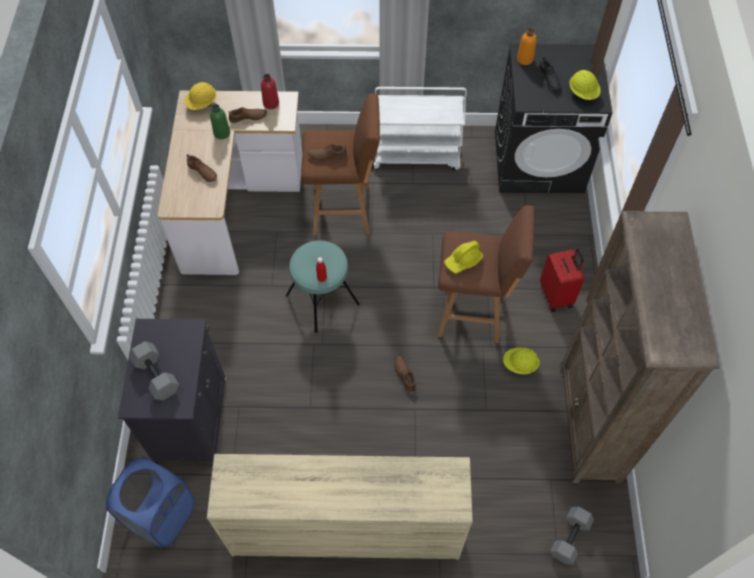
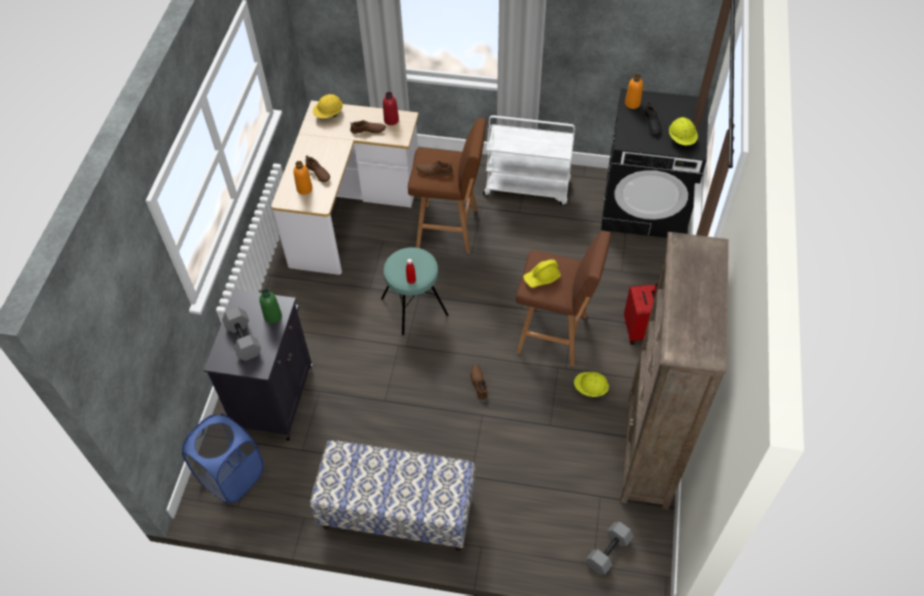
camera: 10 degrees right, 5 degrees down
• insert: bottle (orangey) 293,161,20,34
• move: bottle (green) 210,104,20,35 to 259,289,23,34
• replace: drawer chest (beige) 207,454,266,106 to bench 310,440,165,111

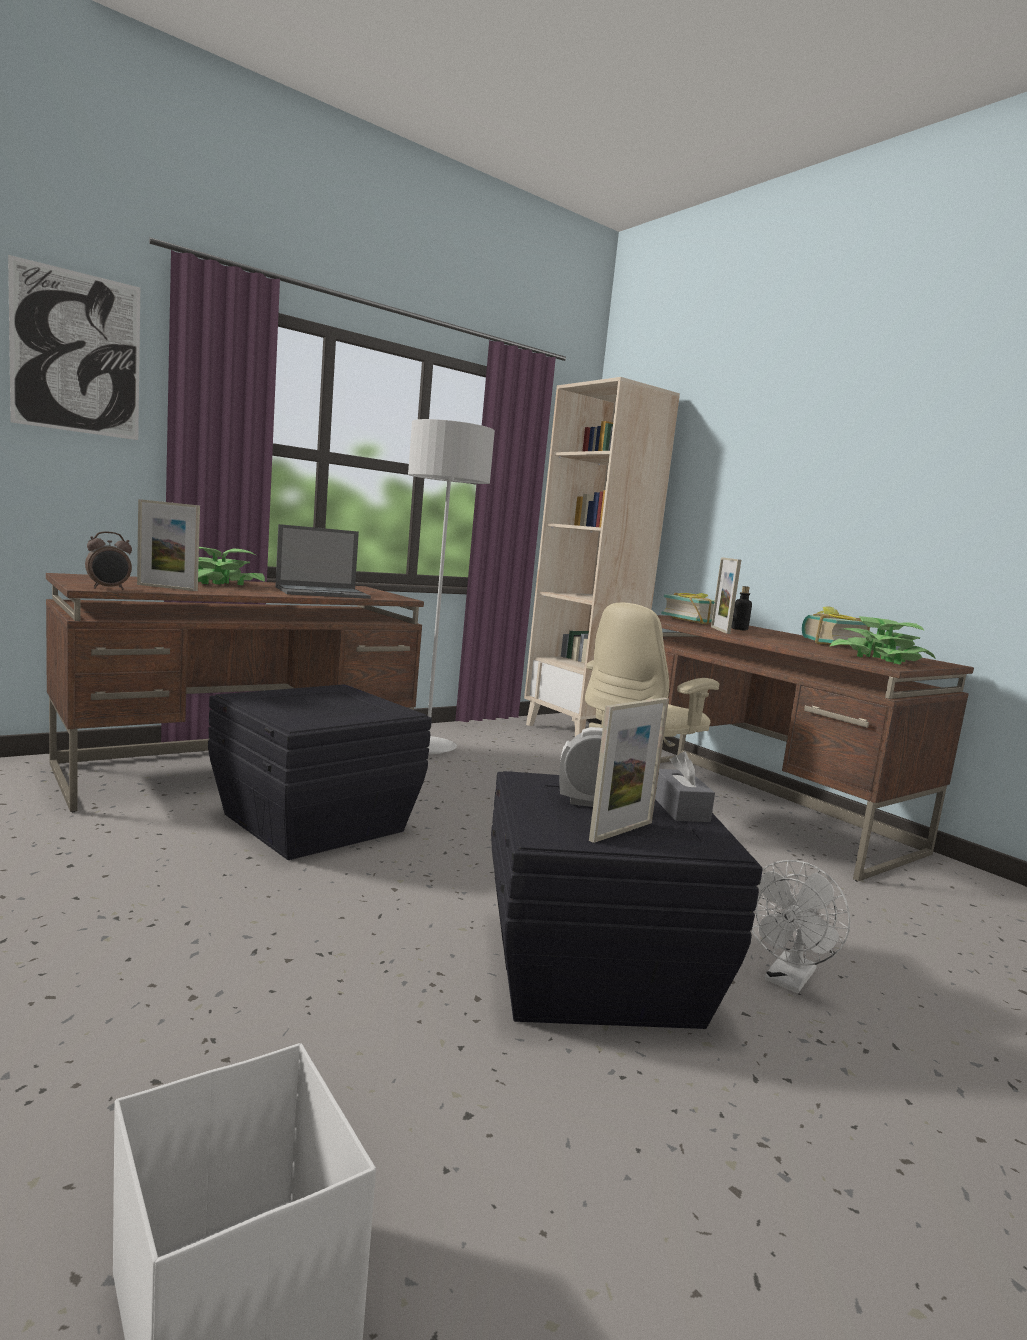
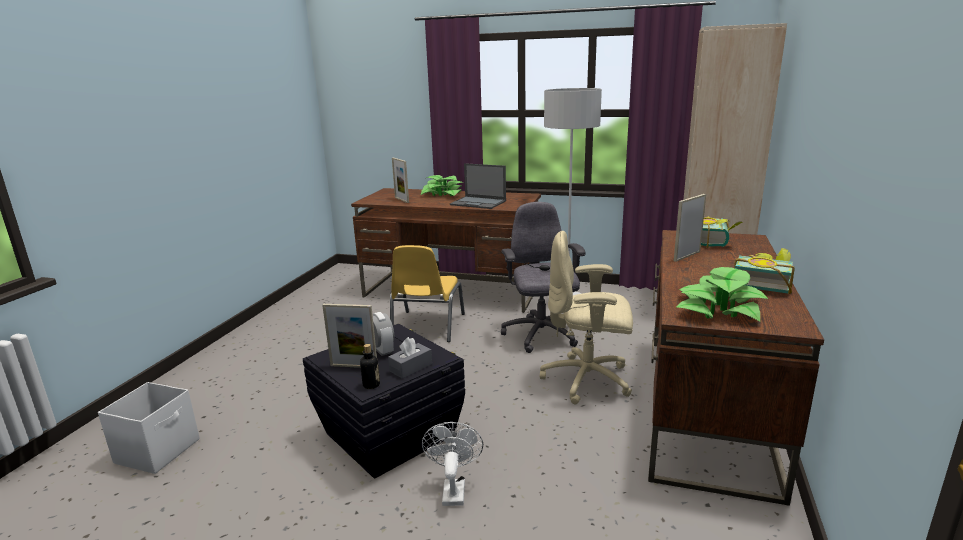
camera: 55 degrees right, 10 degrees up
• delete: wall art 8,255,132,185
• delete: bedside clock 85,531,47,59
• insert: computer chair (gray) 501,202,84,151
• move: bottle 731,586,21,45 to 360,344,20,45
• replace: storage container (black-coloured) 208,684,224,176 to upright chair (yellowish) 390,245,75,97
• rotate: cooling fan (white-coloured) 751,860,100,133 = 422,422,61,84 90 degrees clockwise

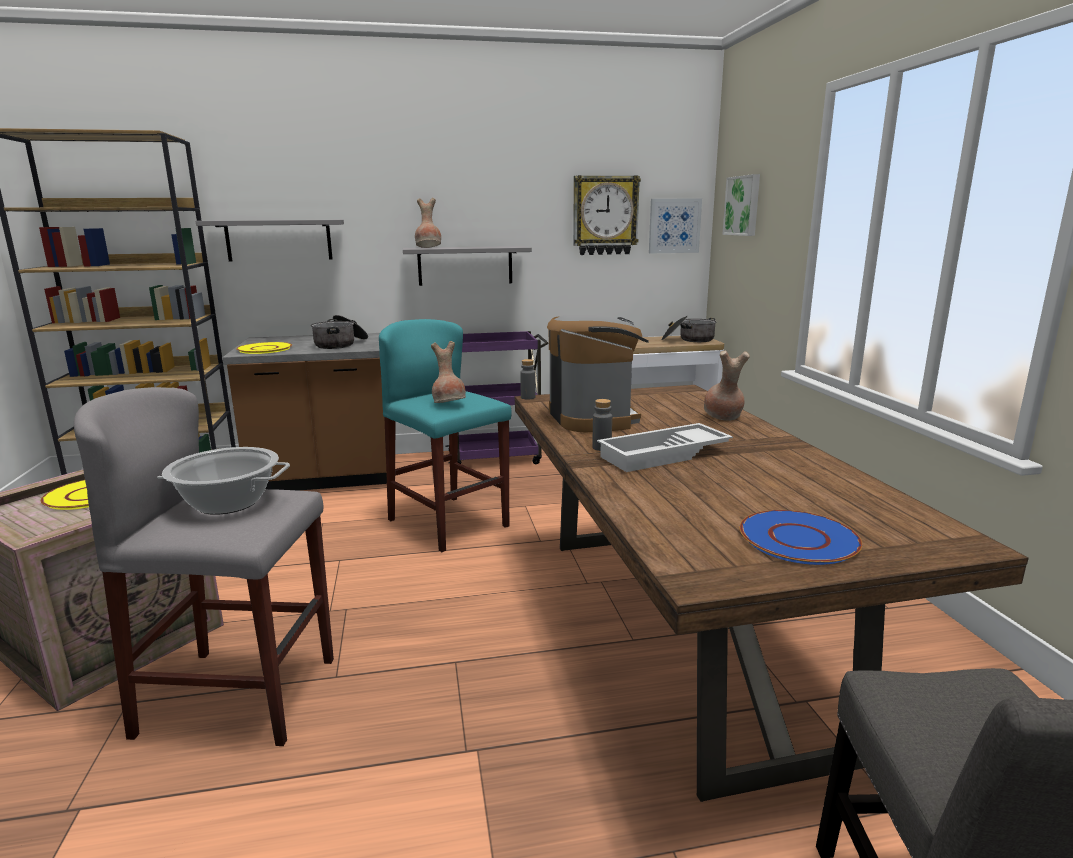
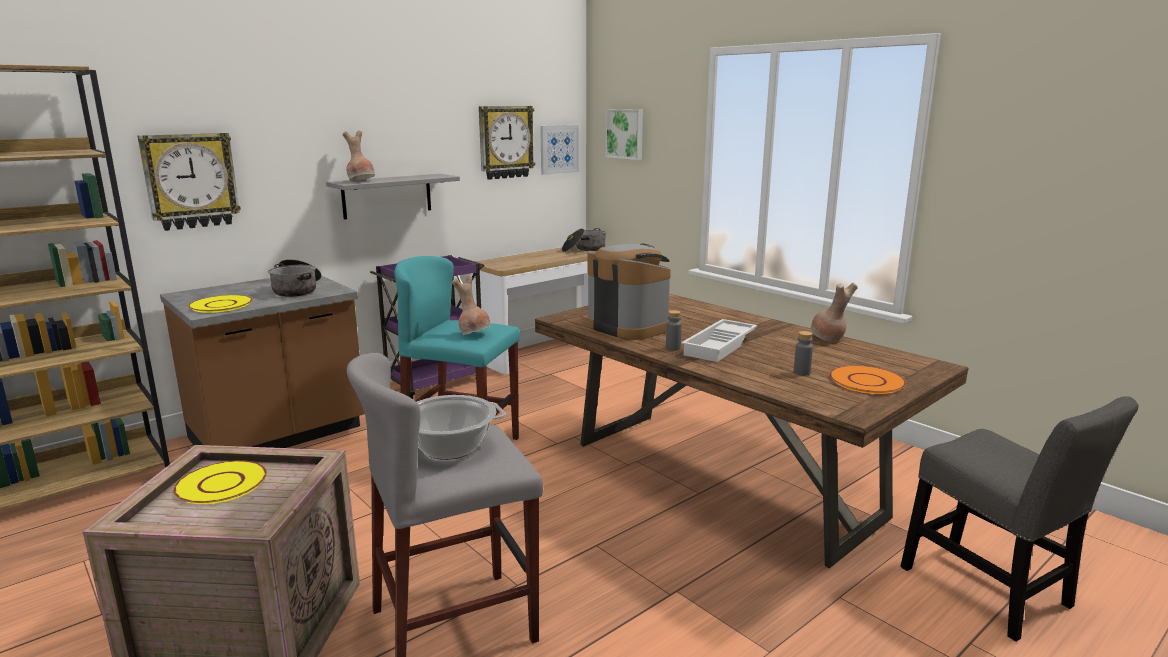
camera: 30 degrees left, 0 degrees up
• move: bottle (gray) 520,359,16,41 to 794,331,19,45
• move: decorative vase (brownish) 704,350,46,71 to 810,282,48,60
• replace: bracket shelf (gray) 195,220,149,41 to hanging clock 138,133,103,98
• recolor: flat dish (bluish) 739,510,123,55 to flat dish (orangey) 829,365,77,29

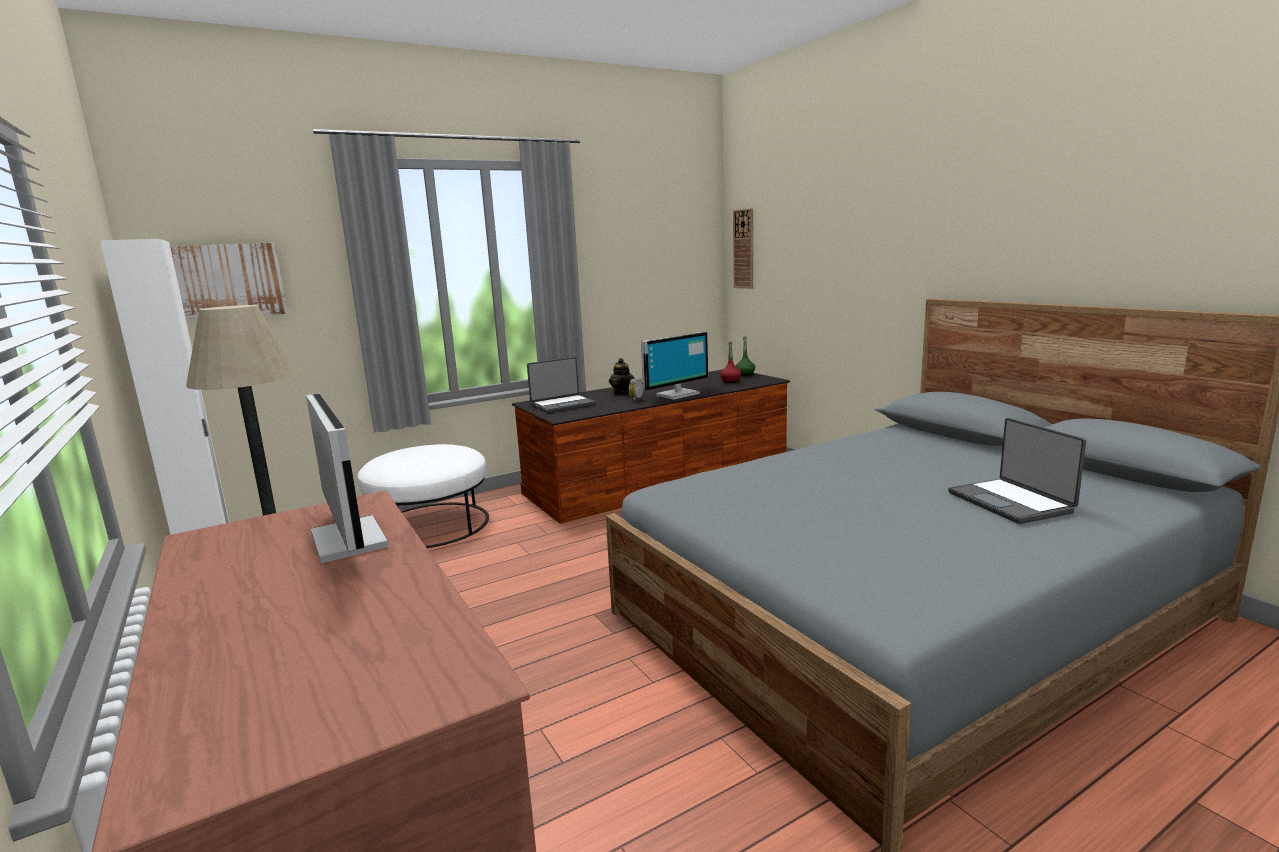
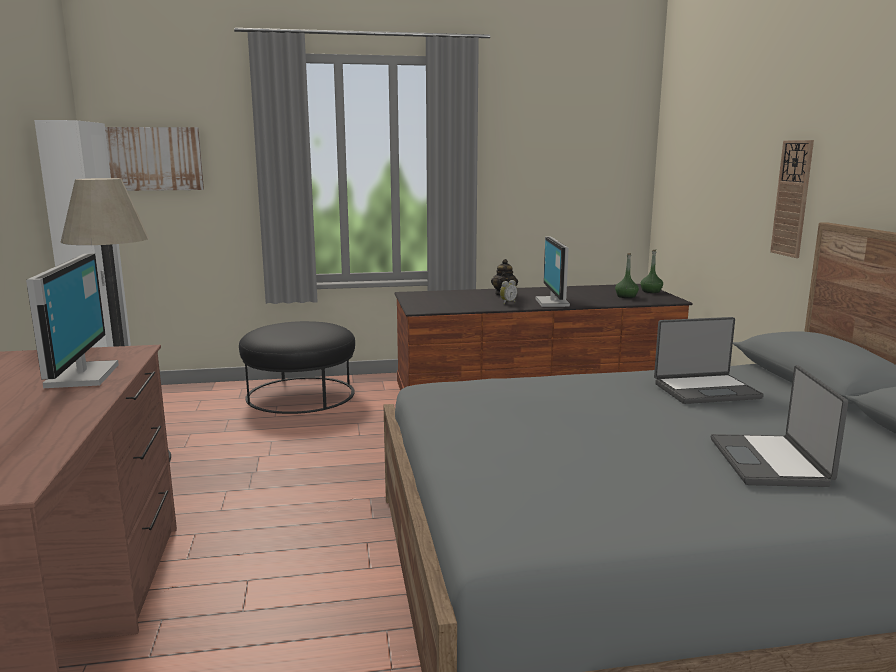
camera: 20 degrees right, 0 degrees up
• move: notebook computer 527,357,69,56 to 654,317,110,87
• move: hanging clock 733,208,20,81 to 770,140,44,118
• recolor: footrest (white-coloured) 357,444,132,104 to footrest (black-coloured) 239,321,116,93
• recolor: bottle (reddish) 720,341,21,42 to bottle (green) 615,253,24,45
• rotate: computer display 641,332,67,68 = 536,237,34,70 105 degrees clockwise

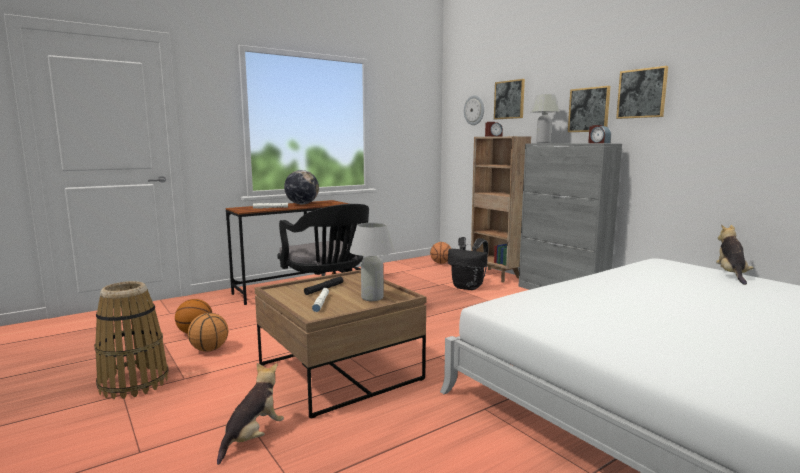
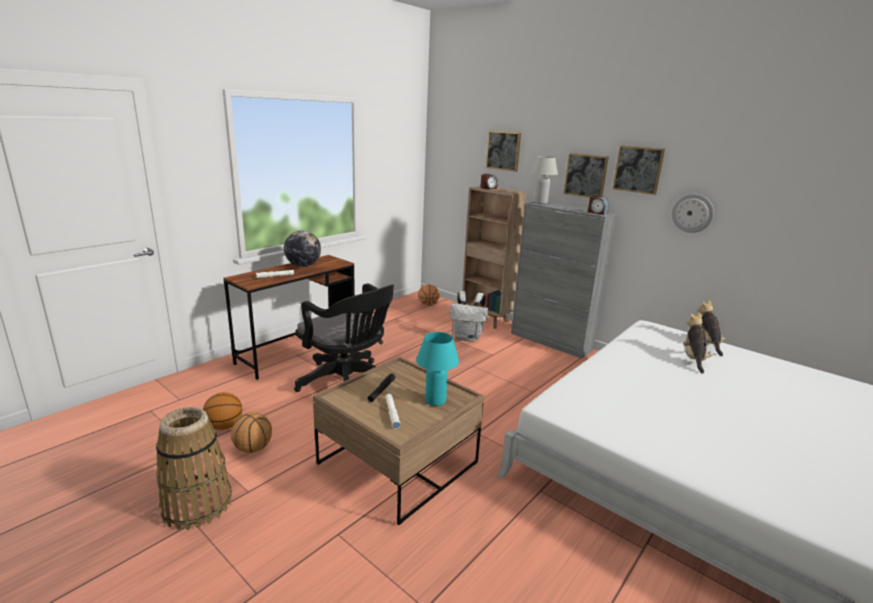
camera: 15 degrees left, 10 degrees up
• move: soft toy 217,363,67,102 to 683,312,29,62
• move: hanging clock 464,95,20,30 to 672,194,42,39
• recolor: tabletop lamp (white-coloured) 349,223,45,78 to tabletop lamp (turquoise) 416,332,43,74
• recolor: backpack (black-coloured) 448,237,40,53 to backpack (white-coloured) 450,291,39,51

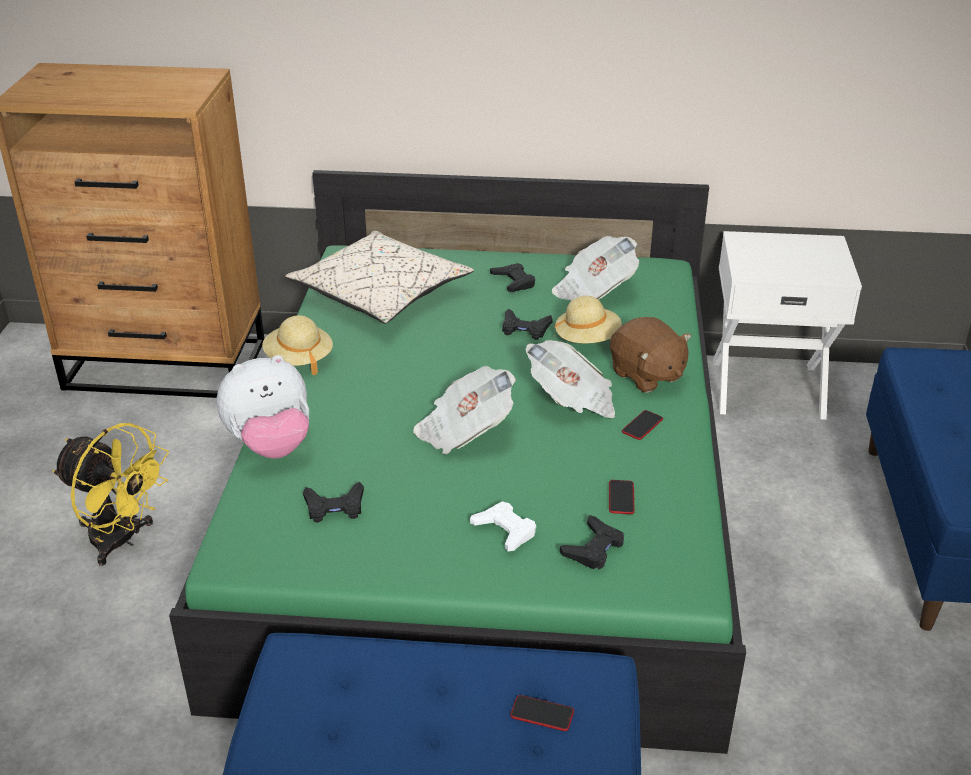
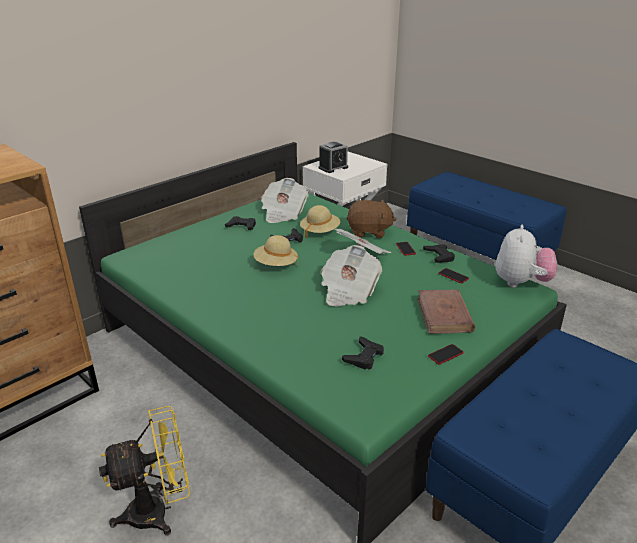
camera: 50 degrees left, 5 degrees down
• delete: pillow (beige) 285,231,189,93
• insert: bedside clock 318,142,30,31
• move: soft toy 216,355,93,104 to 496,224,61,63
• move: wearable hat (beige) 262,315,71,60 to 254,235,44,31
• move: phone 510,695,64,36 to 428,344,36,20
• move: gamepad (black-coloured) 560,515,64,54 to 423,244,32,19
• replace: gamepad (white-coloured) 470,502,66,49 to book (brownish) 417,290,58,44

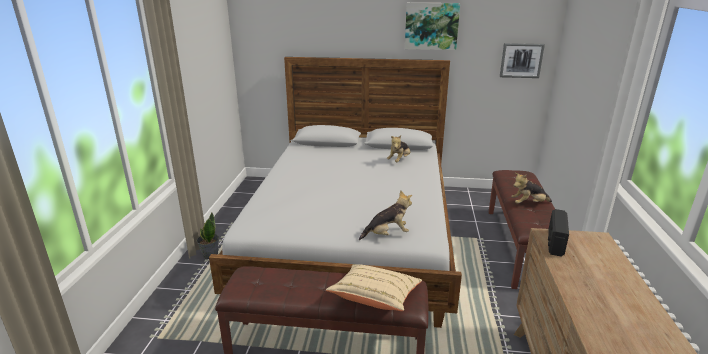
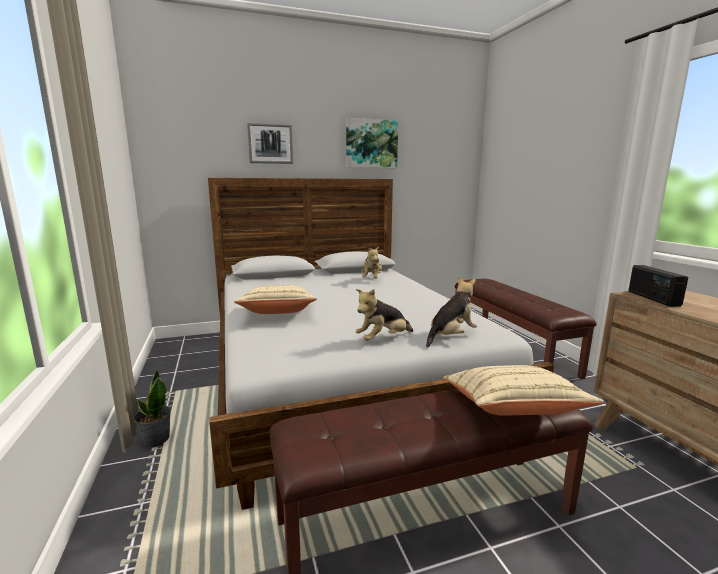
camera: 25 degrees left, 10 degrees down
• insert: pillow (beige) 234,285,83,29
• move: wall art 500,43,45,35 to 247,123,46,41
• move: soft toy 511,173,41,31 to 356,289,57,52

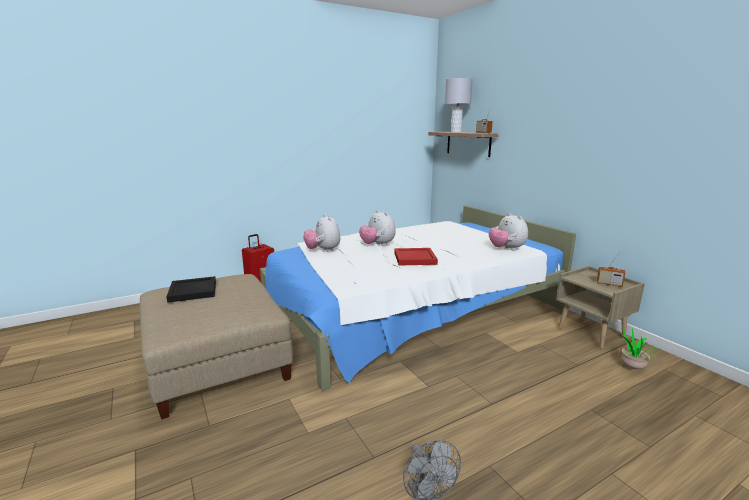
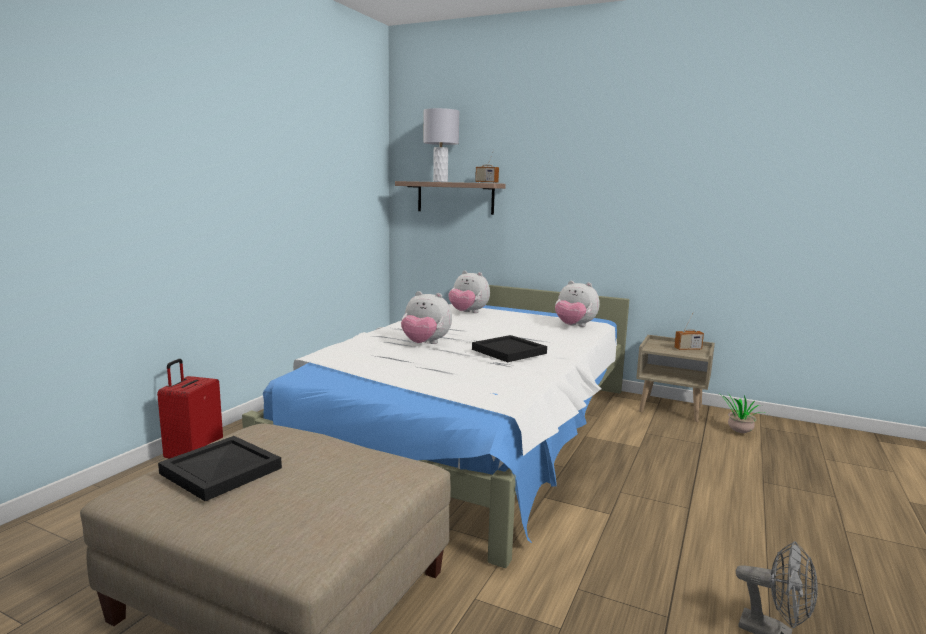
camera: 35 degrees left, 5 degrees down
• move: soft toy 304,214,36,38 to 448,271,42,42
• recolor: serving tray (reddish) 394,248,44,18 to serving tray (black-coloured) 472,335,75,27

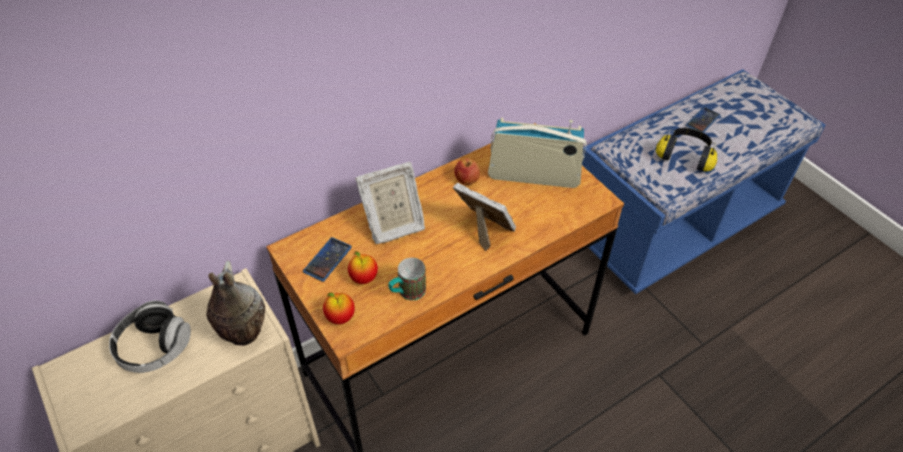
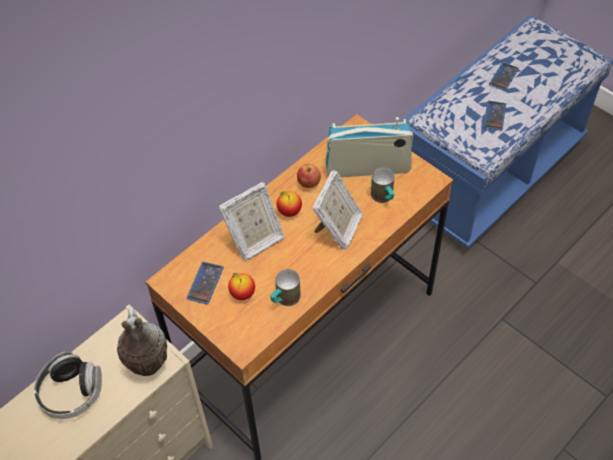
camera: 10 degrees left, 5 degrees up
• insert: coffee mug 371,167,23,36
• move: apple fruit 323,292,32,32 to 277,191,25,26
• replace: headset 656,128,61,44 to phone 483,101,23,30
• rotate: standing frame 453,182,63,69 = 313,170,50,80 90 degrees clockwise

